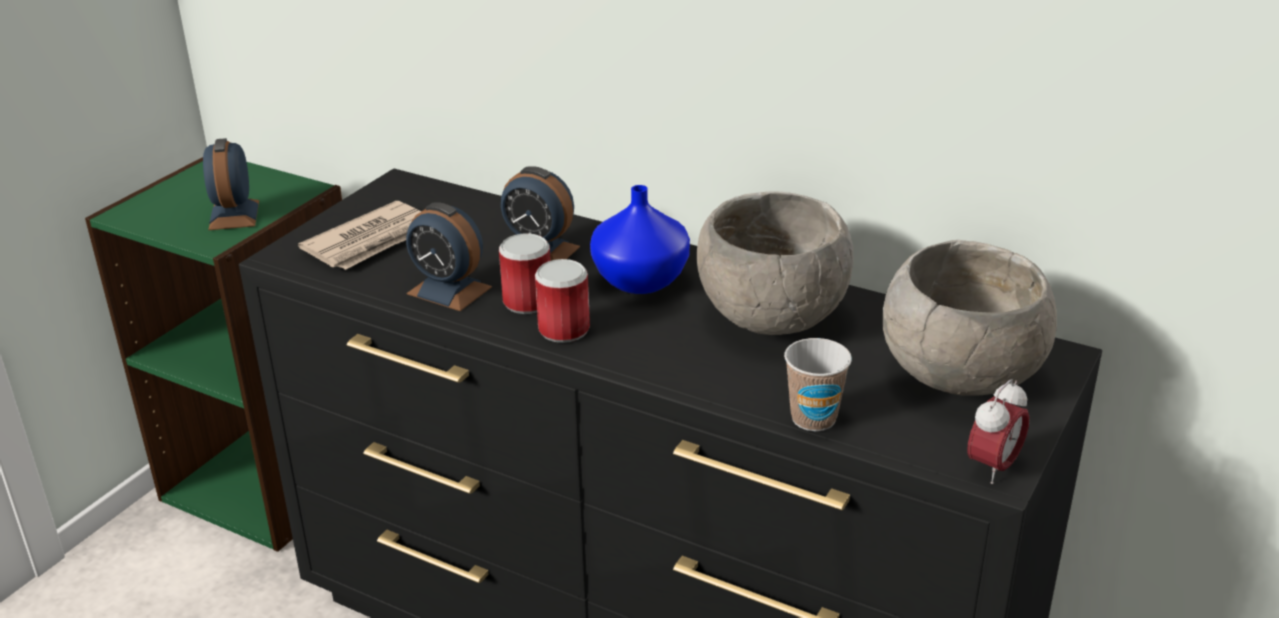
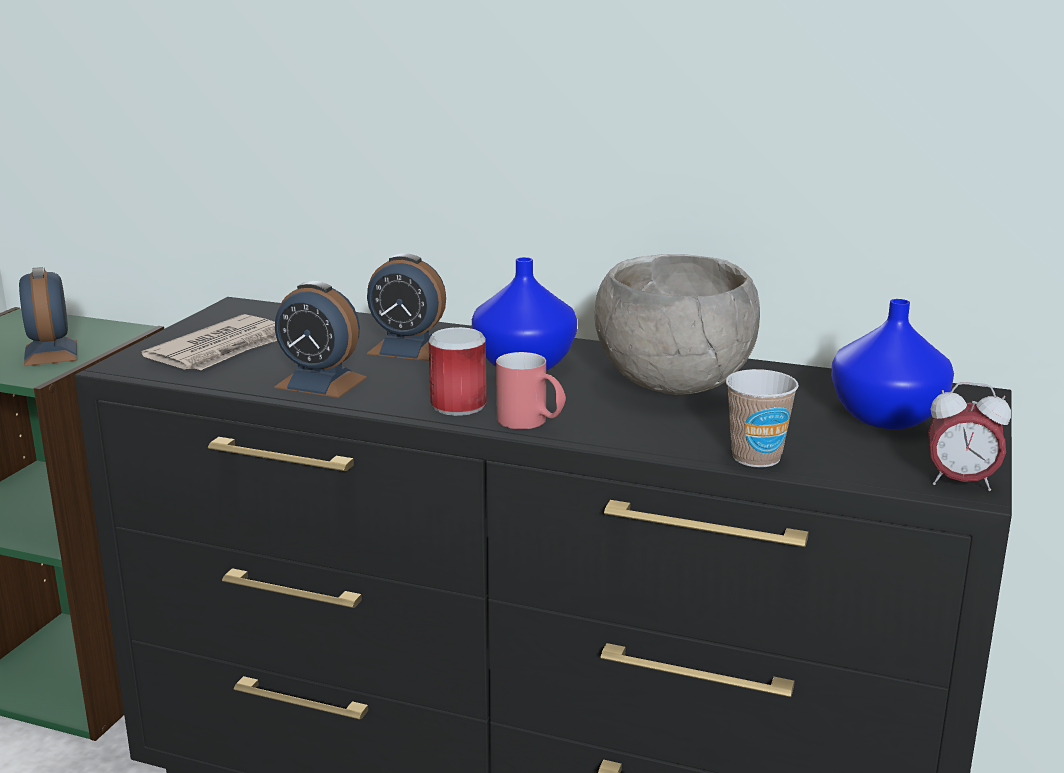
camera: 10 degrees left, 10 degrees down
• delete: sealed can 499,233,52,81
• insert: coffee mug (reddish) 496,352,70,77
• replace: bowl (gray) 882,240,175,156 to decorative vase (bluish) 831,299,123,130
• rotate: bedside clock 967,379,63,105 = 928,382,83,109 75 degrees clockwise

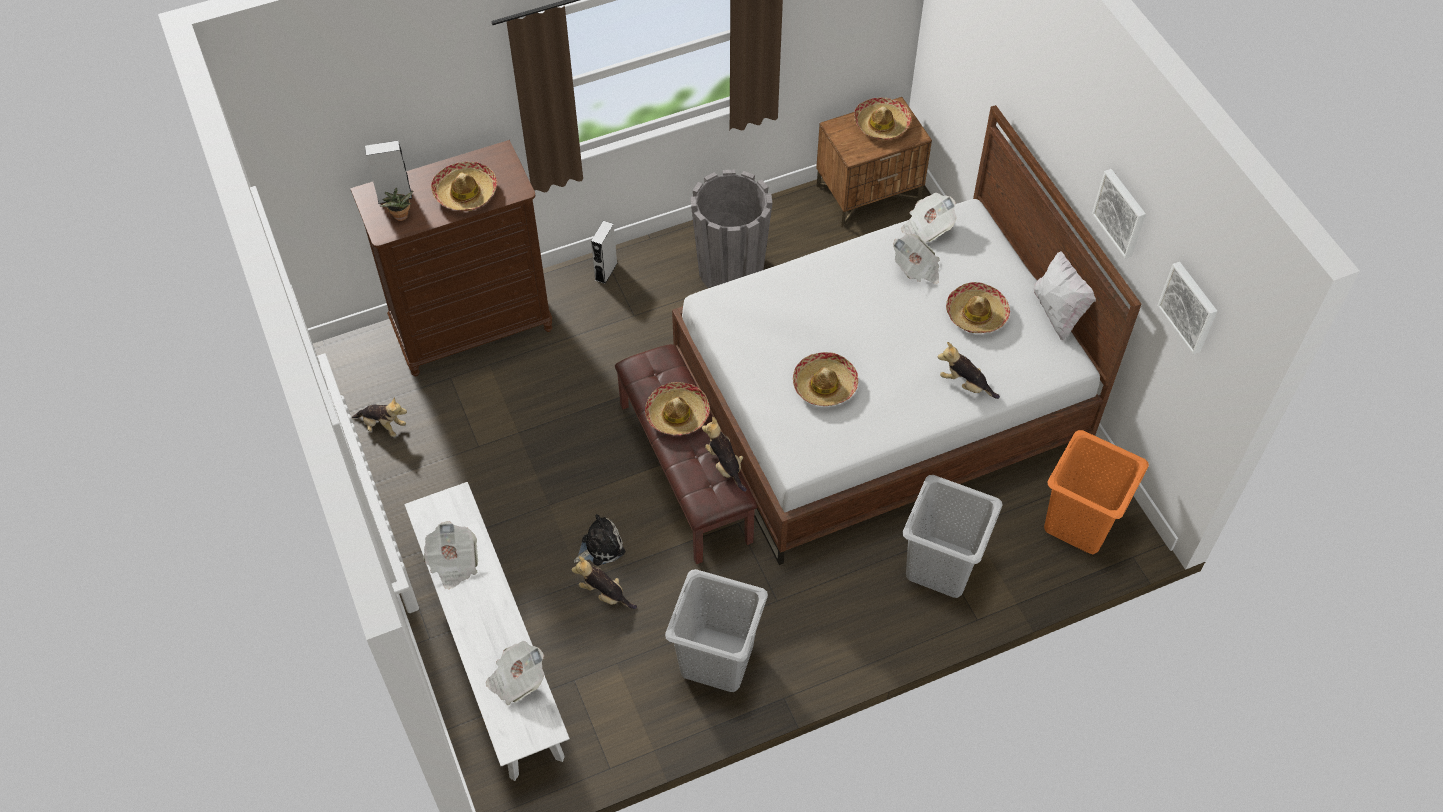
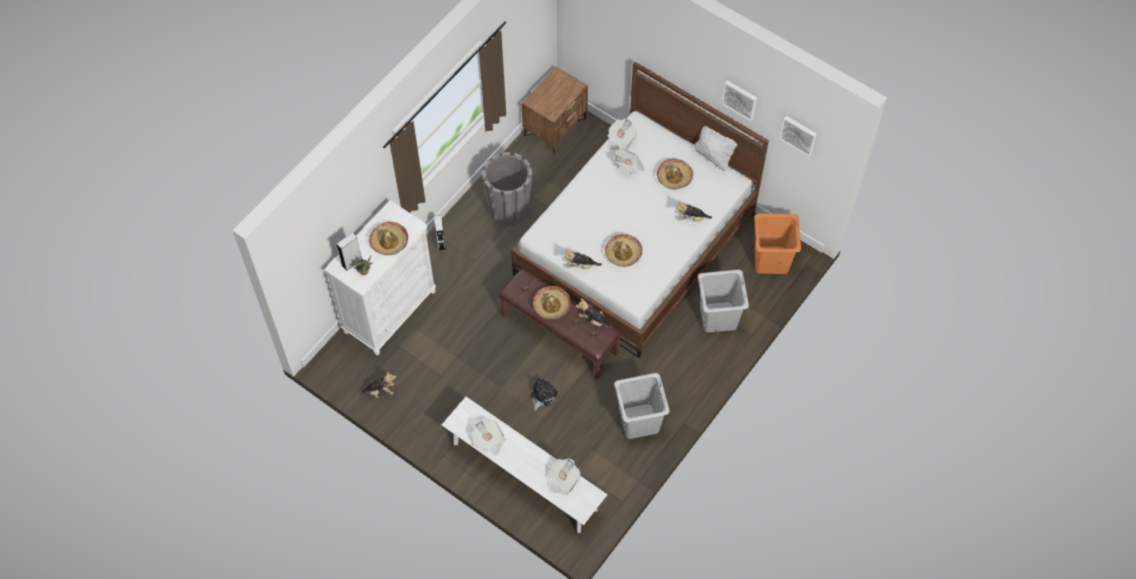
camera: 30 degrees left, 5 degrees up
• delete: wearable hat 854,97,58,43
• move: soft toy 571,556,66,53 to 562,250,40,19
• recolor: drawer chest (brownish) 350,140,202,237 to drawer chest (white-coloured) 324,200,112,155

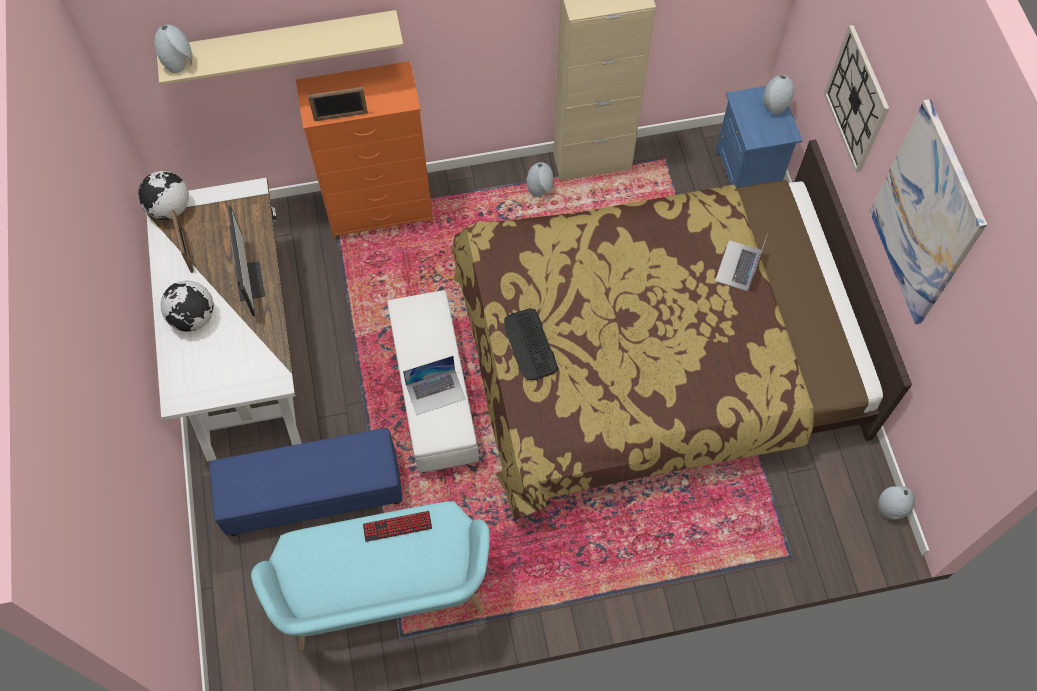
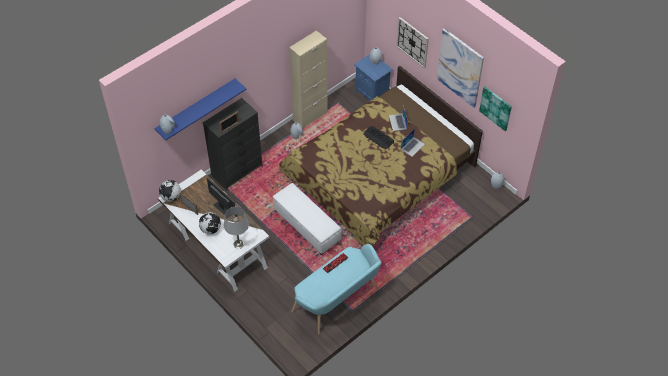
camera: 30 degrees left, 10 degrees down
• delete: footrest (bluish) 209,428,193,108
• insert: tabletop lamp (gray) 224,207,25,42
• insert: wall art 479,87,33,44
• move: notebook computer 403,356,63,59 to 401,129,24,28
• move: PC keyboard 504,308,54,72 to 364,126,30,23
• recolor: bracket shelf (beige) 157,10,246,75 to bracket shelf (bluish) 155,79,92,61
• recolor: drawer chest (orangey) 296,61,137,179 to drawer chest (black-coloured) 203,98,60,93

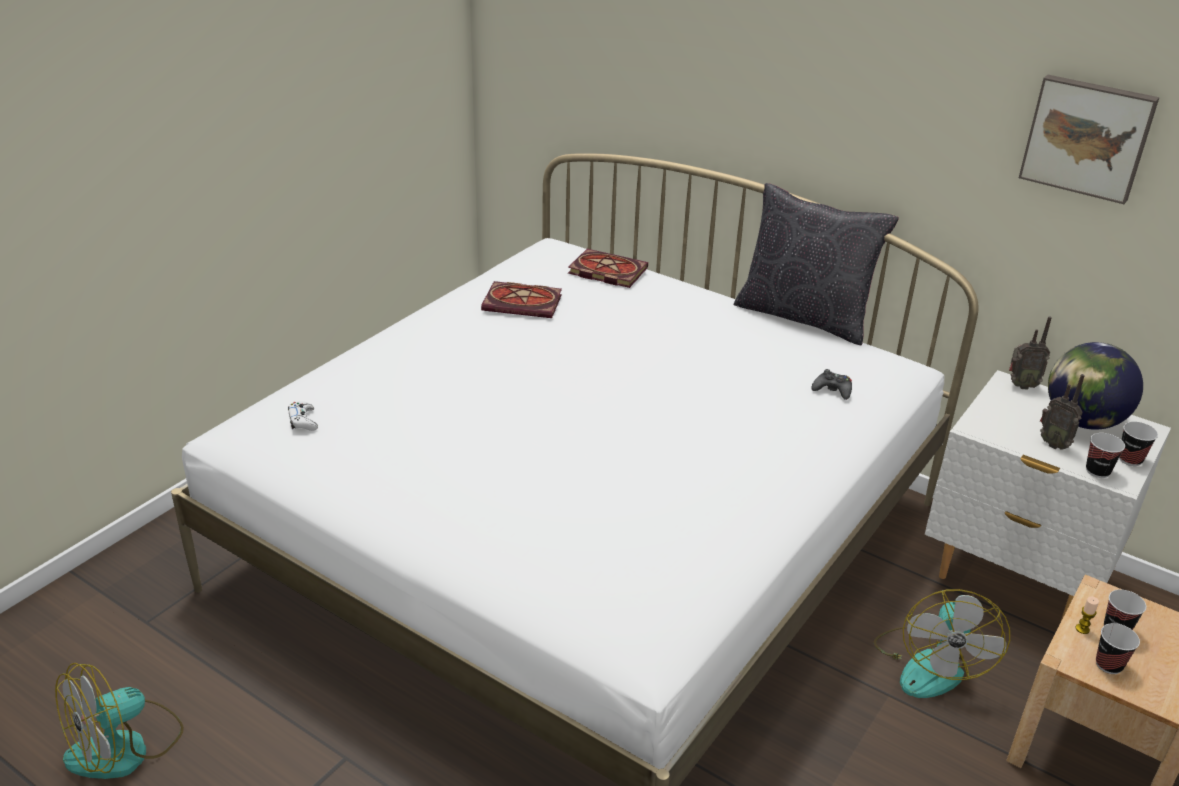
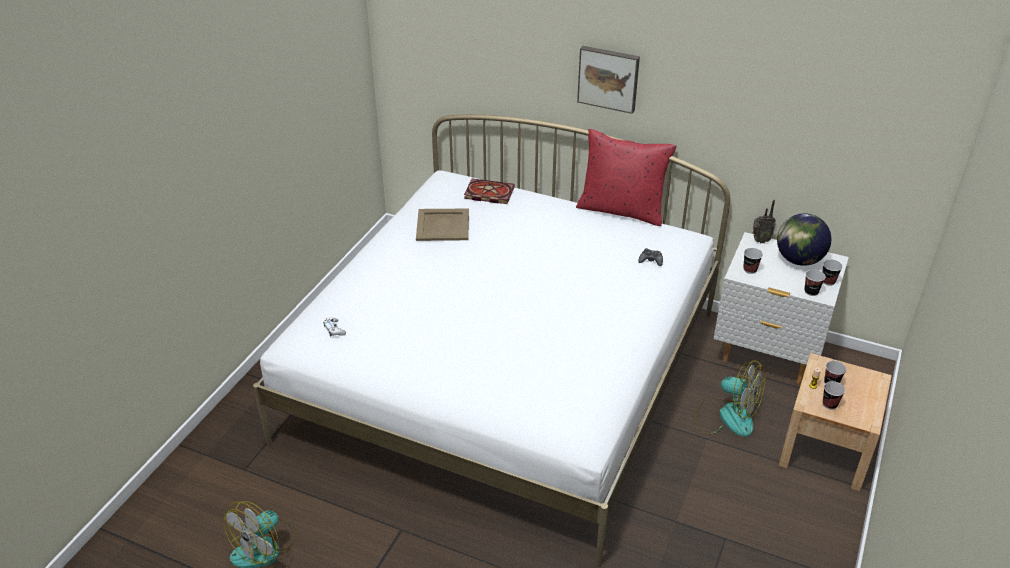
camera: 10 degrees left, 5 degrees up
• delete: radio 1040,374,45,76
• insert: small cup 743,248,20,26
• move: wall art 1019,75,141,129 to 577,46,63,68
• replace: book 481,281,81,37 to serving tray (beige) 416,209,53,32
• recolor: pillow (black-coloured) 734,183,165,162 to pillow (reddish) 576,129,100,97
• rotate: cooling fan 874,589,136,109 = 696,360,69,77 60 degrees counterclockwise

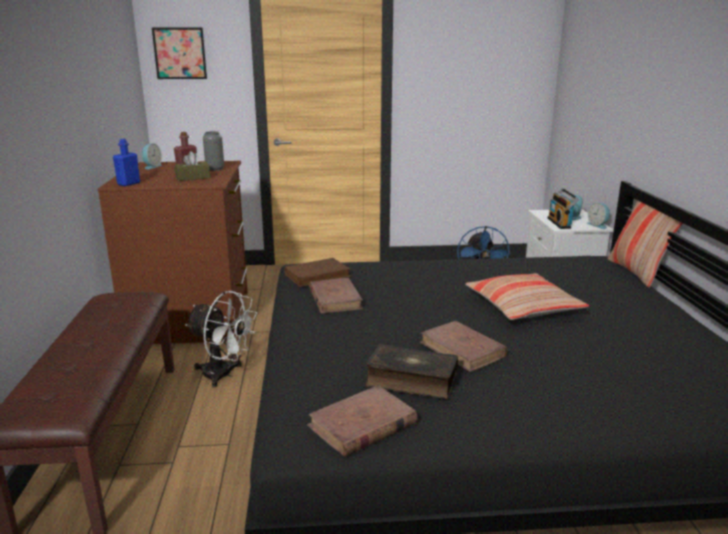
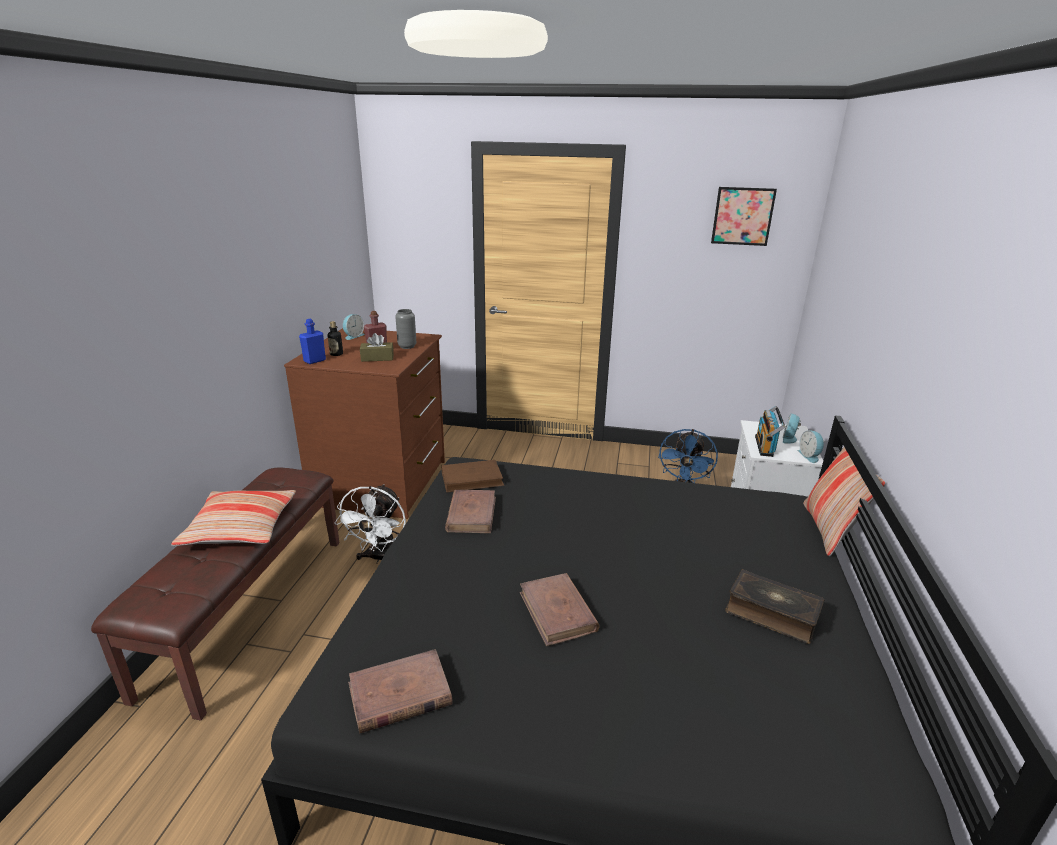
camera: 15 degrees right, 5 degrees up
• insert: bottle 328,321,15,35
• move: wall art 152,27,55,52 to 711,187,66,59
• move: book 365,344,93,55 to 725,569,100,75
• move: pillow 465,273,124,47 to 171,490,125,56
• rotate: cooling fan (white-coloured) 185,291,72,97 = 335,484,71,80 60 degrees clockwise

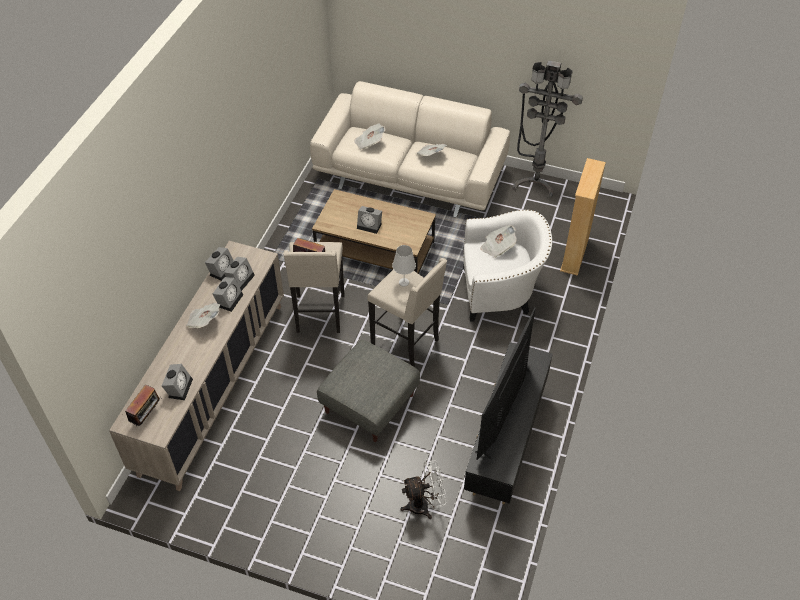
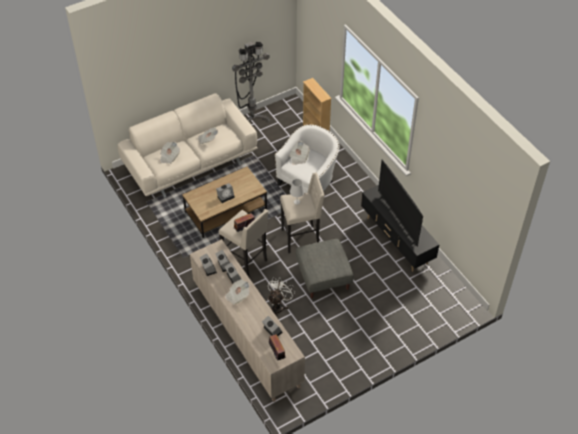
camera: 50 degrees left, 0 degrees up
• move: cooling fan (white-coloured) 400,460,46,59 to 268,277,26,37

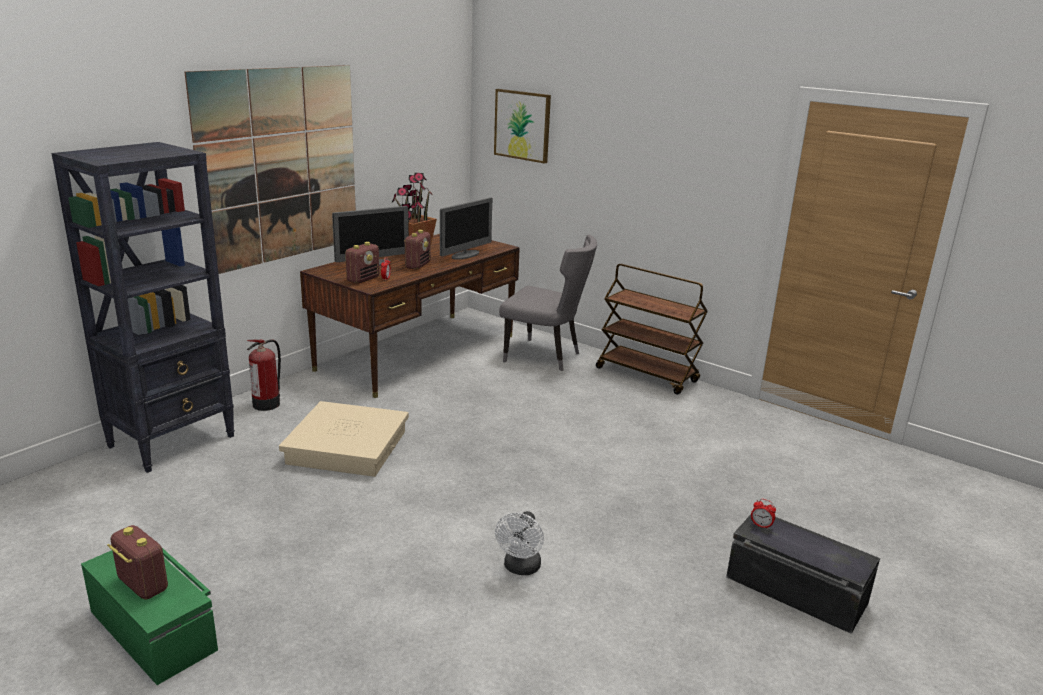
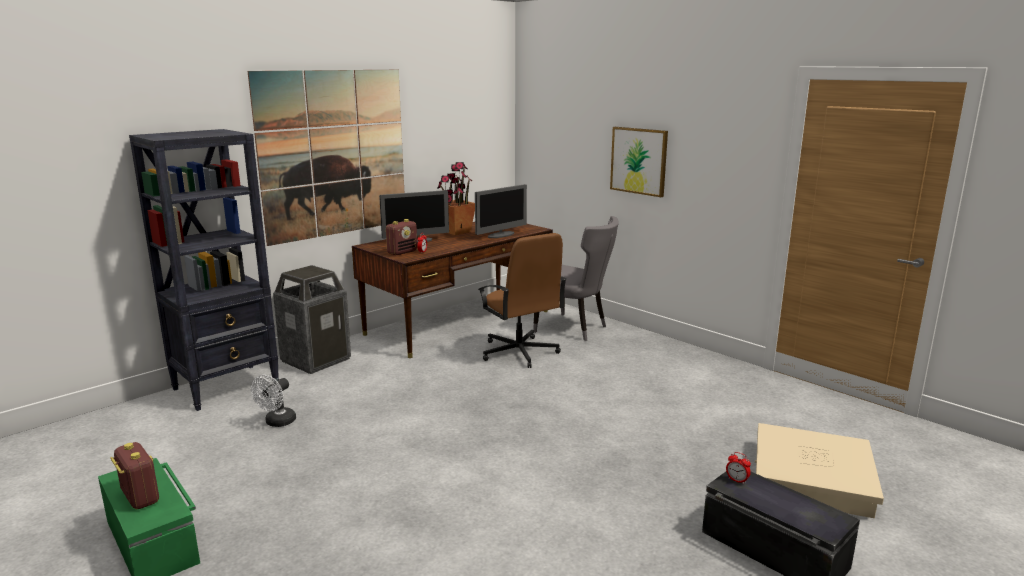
camera: 10 degrees right, 5 degrees down
• delete: radio 404,230,27,40
• delete: trolley (brownish) 596,264,112,131
• insert: computer chair (brownish) 478,233,88,135
• move: storage container (beige) 279,401,130,76 to 755,423,129,95
• move: wall art 494,89,57,75 to 610,127,58,70
• move: cooling fan (white-coloured) 495,511,49,64 to 251,375,45,52
• replace: fire extinguisher 247,339,34,72 to waste bin 273,265,78,109

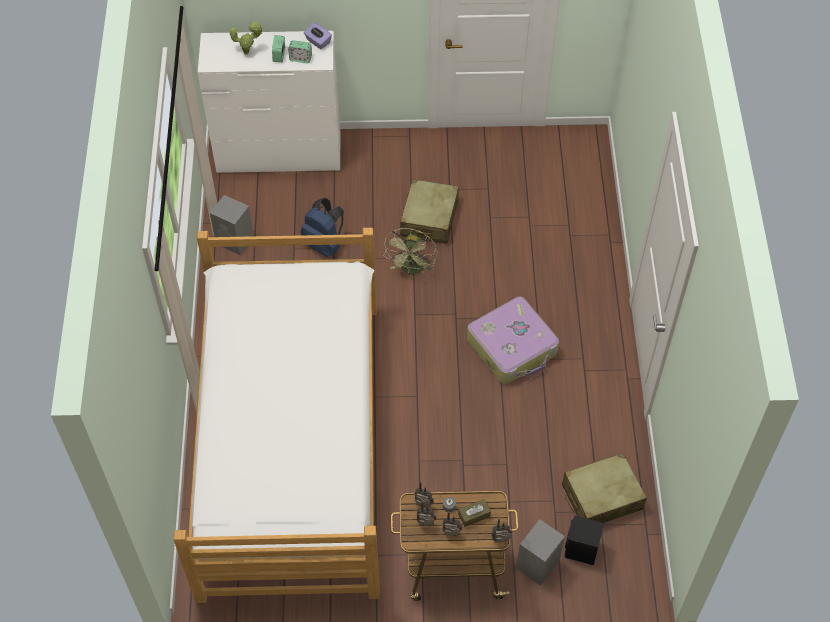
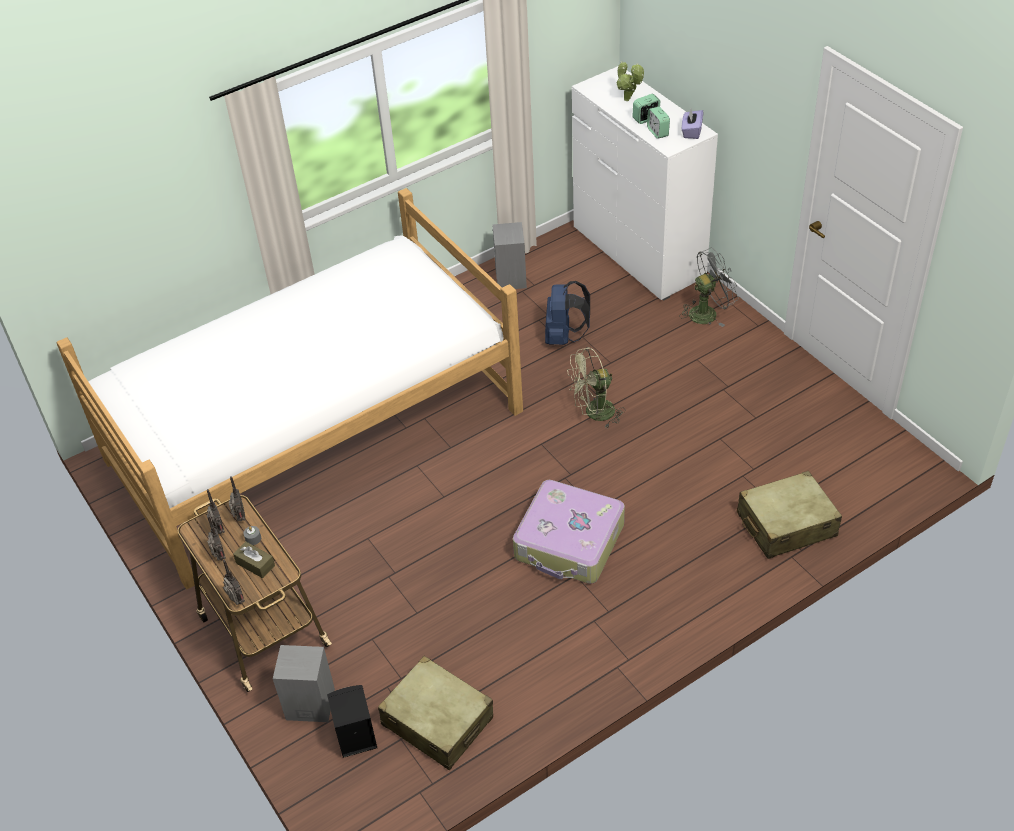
camera: 60 degrees right, 10 degrees down
• insert: cooling fan (gray) 679,248,60,79
• move: piece of luggage (beige) 400,179,59,65 to 737,471,105,88

